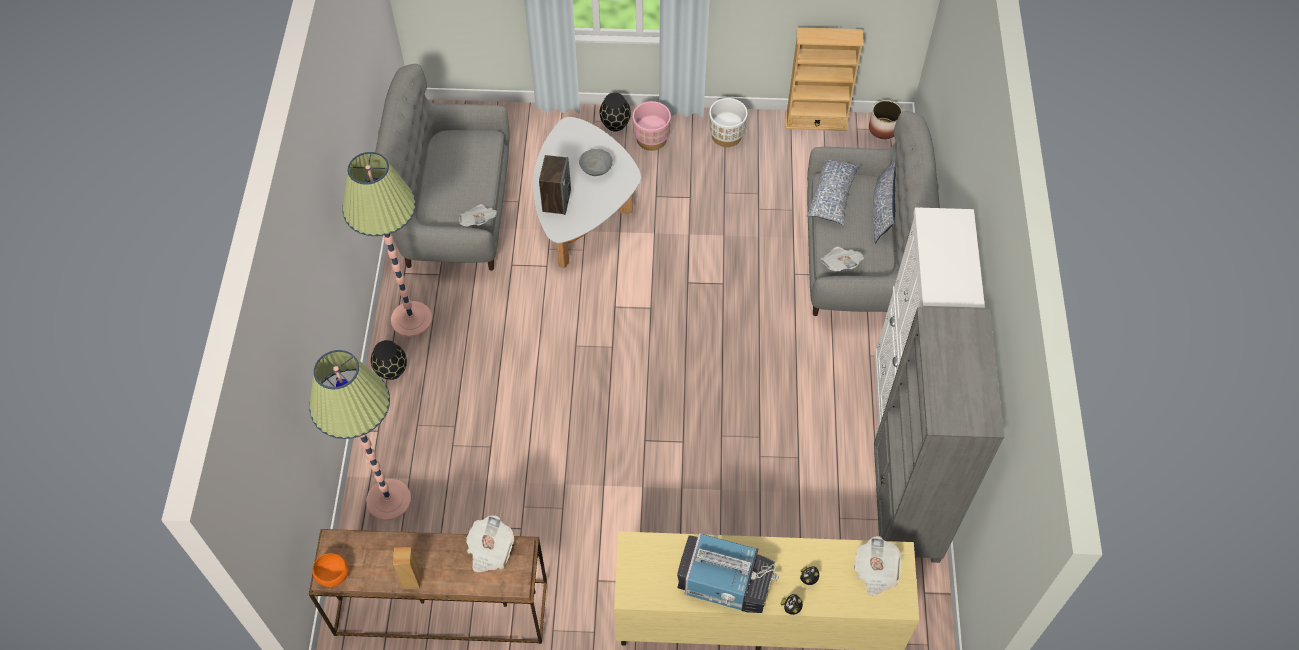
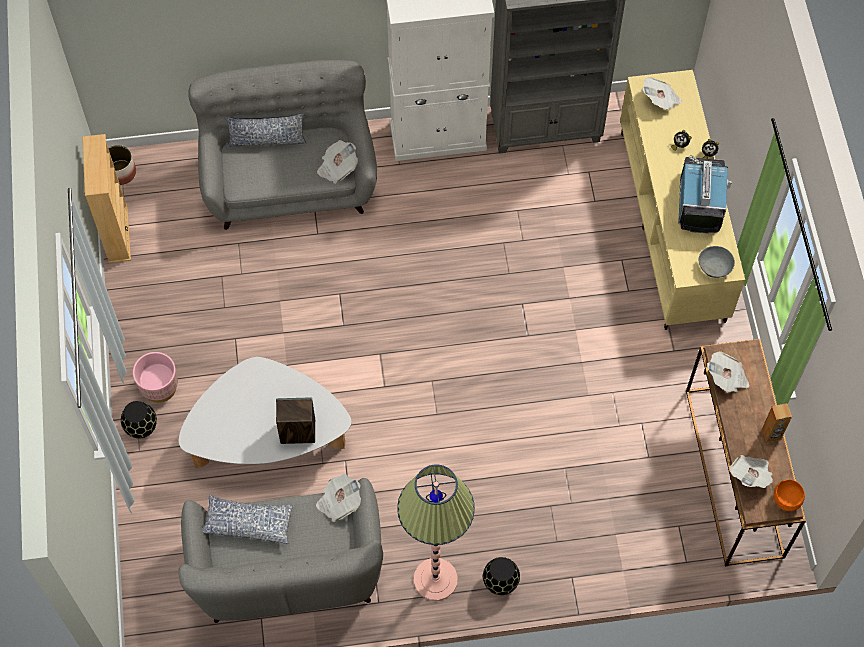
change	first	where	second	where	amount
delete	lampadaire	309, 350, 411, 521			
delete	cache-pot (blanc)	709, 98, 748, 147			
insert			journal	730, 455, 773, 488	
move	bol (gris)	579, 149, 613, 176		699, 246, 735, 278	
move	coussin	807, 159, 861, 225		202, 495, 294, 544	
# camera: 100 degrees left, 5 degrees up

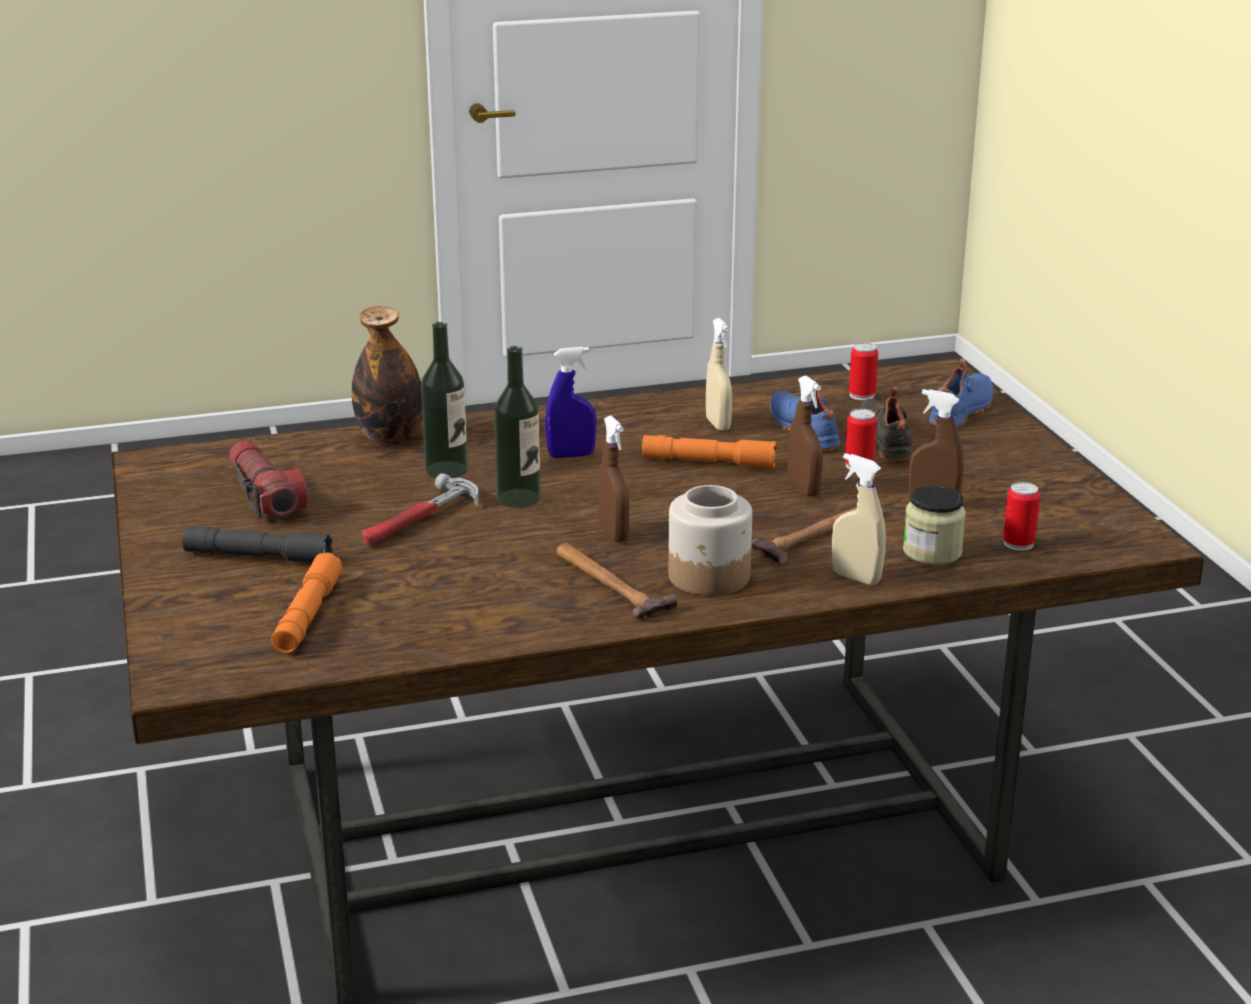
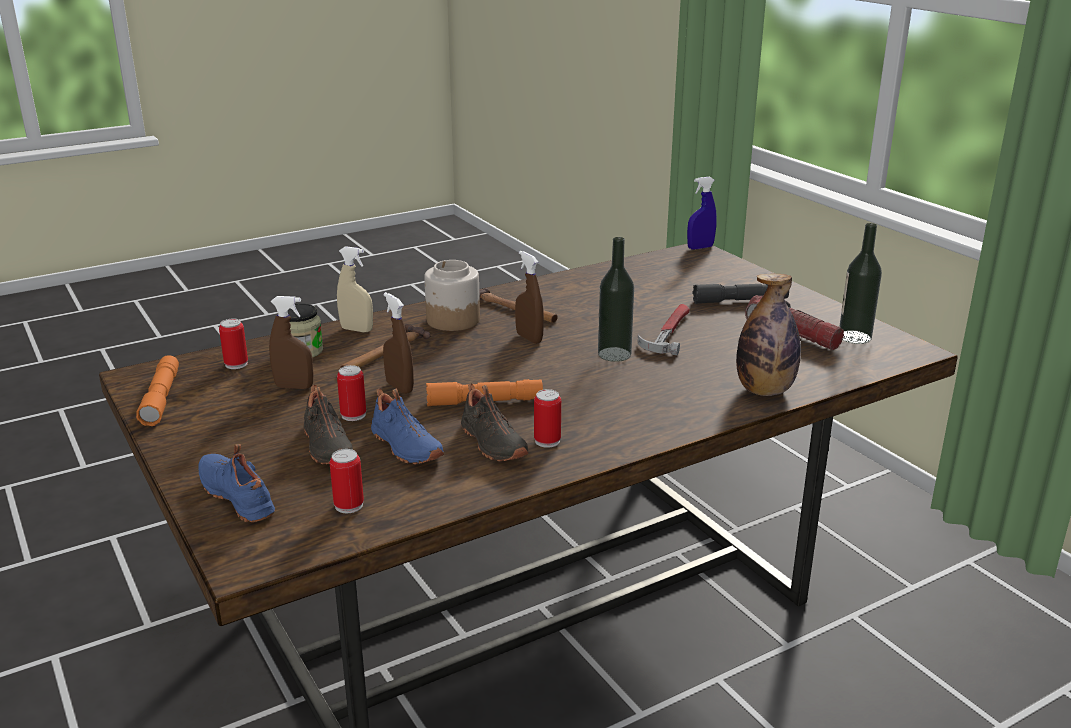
change	first	where	second	where	amount
insert			boîte métallique	534, 389, 561, 448	
move	lampe de poche (orange)	271, 552, 343, 654		136, 355, 179, 426	
move	bouteille	421, 322, 468, 478		839, 223, 882, 344	
move	vaporisateur (bleu)	545, 347, 597, 458		687, 177, 717, 250	
replace	vaporisateur (beige)	706, 318, 732, 431	chaussure (noir)	461, 383, 528, 461	
rotate	chaussure (bleu)	929, 359, 993, 427		198, 444, 275, 522	120 degrees clockwise
# camera: 165 degrees right, 0 degrees up

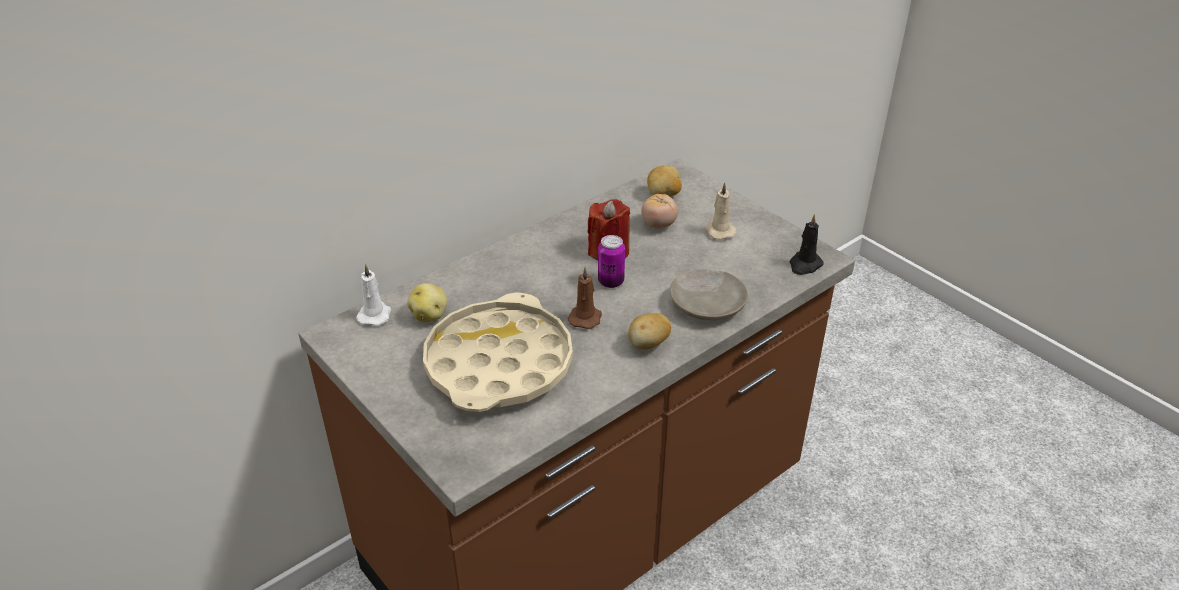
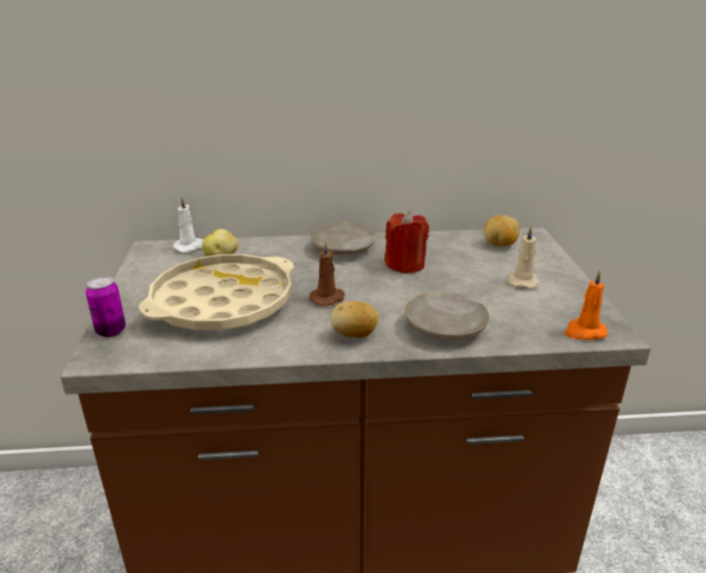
change	first	where	second	where	amount
delete	tomate	641, 194, 678, 229			
insert			assiette (beige)	311, 222, 377, 255	
move	boîte métallique	598, 235, 625, 288		86, 276, 126, 337	
recolor	bougie (noir)	790, 214, 824, 275	bougie (orange)	564, 270, 608, 340	
# camera: 35 degrees right, 10 degrees down

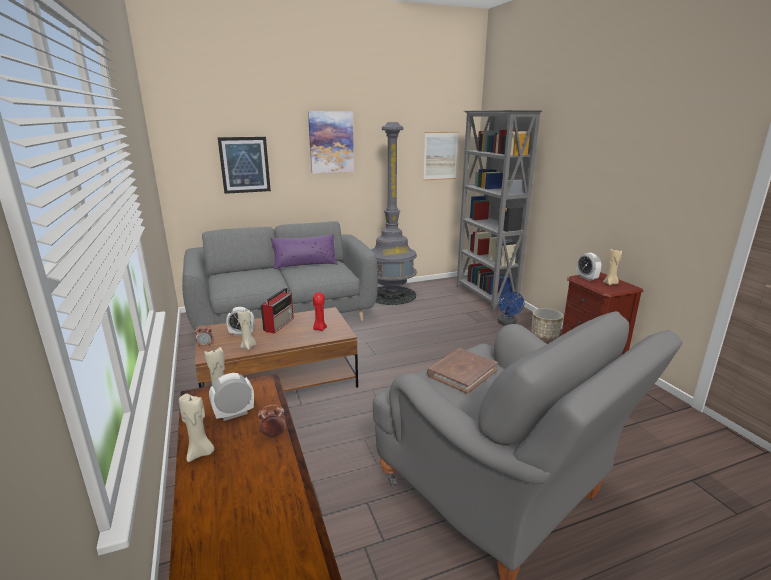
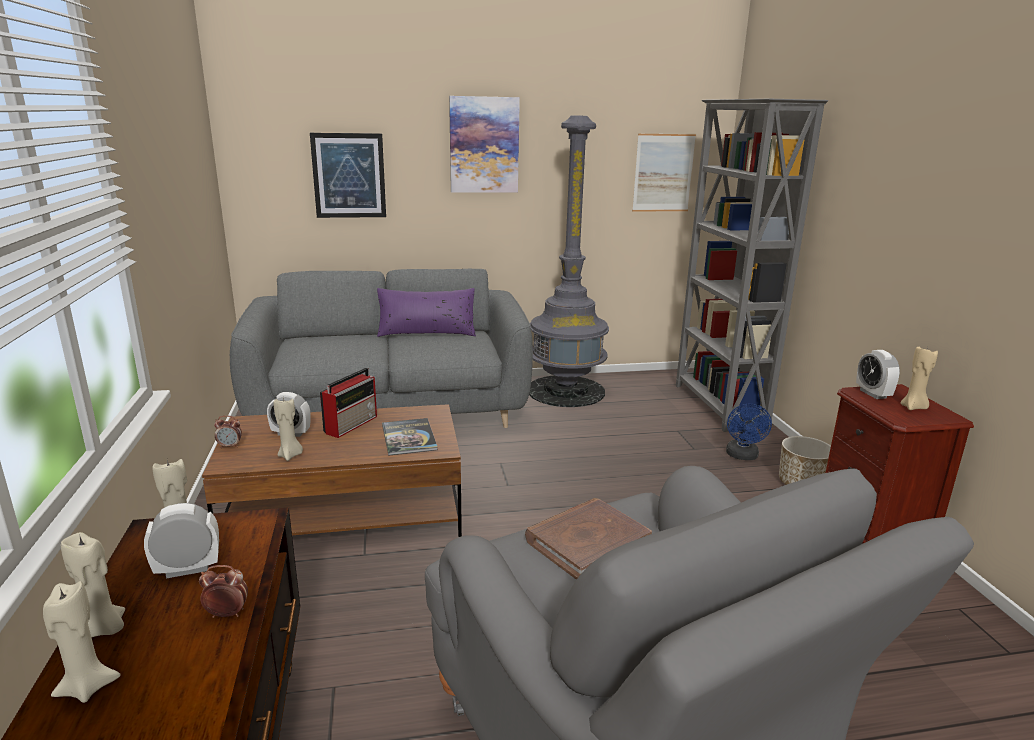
change	first	where	second	where	amount
insert			bougie (beige)	43, 581, 121, 703	
replace	bougie (rouge)	313, 292, 327, 331	livre	382, 418, 438, 456	
# camera: 10 degrees right, 0 degrees up

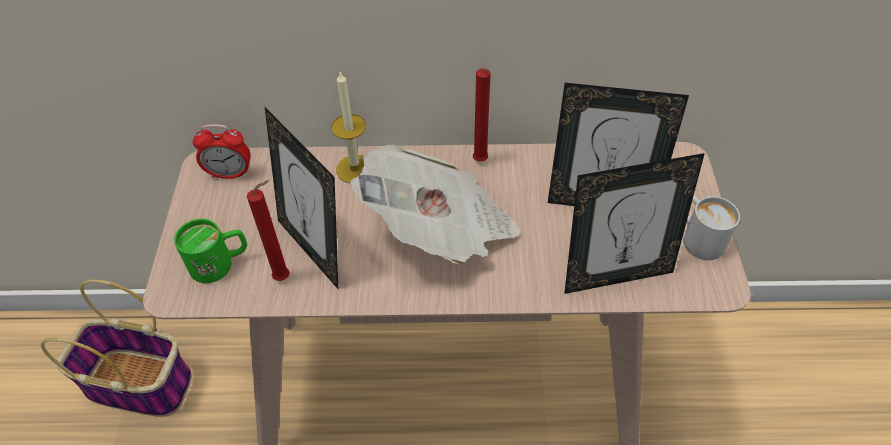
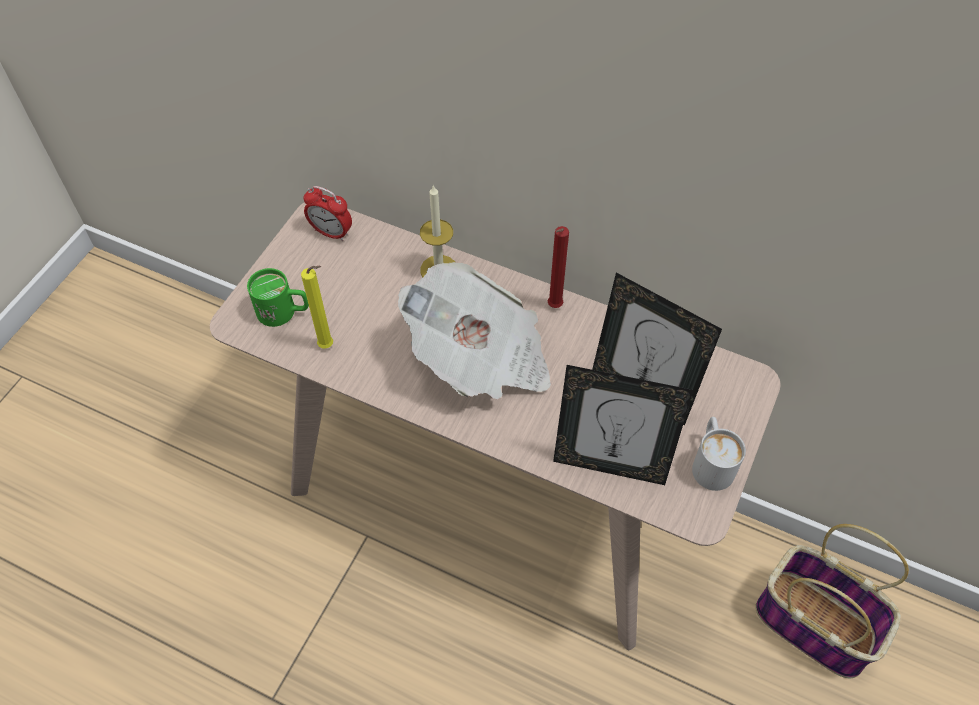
change	first	where	second	where	amount
delete	cadre photo	265, 107, 338, 289			
move	panier	41, 279, 192, 417		755, 524, 909, 679	
recolor	bougie (rouge)	247, 180, 290, 281	bougie (jaune)	301, 266, 333, 348	
# camera: 25 degrees right, 5 degrees up

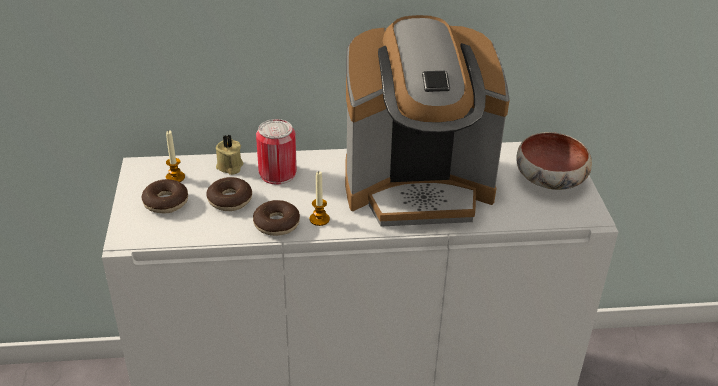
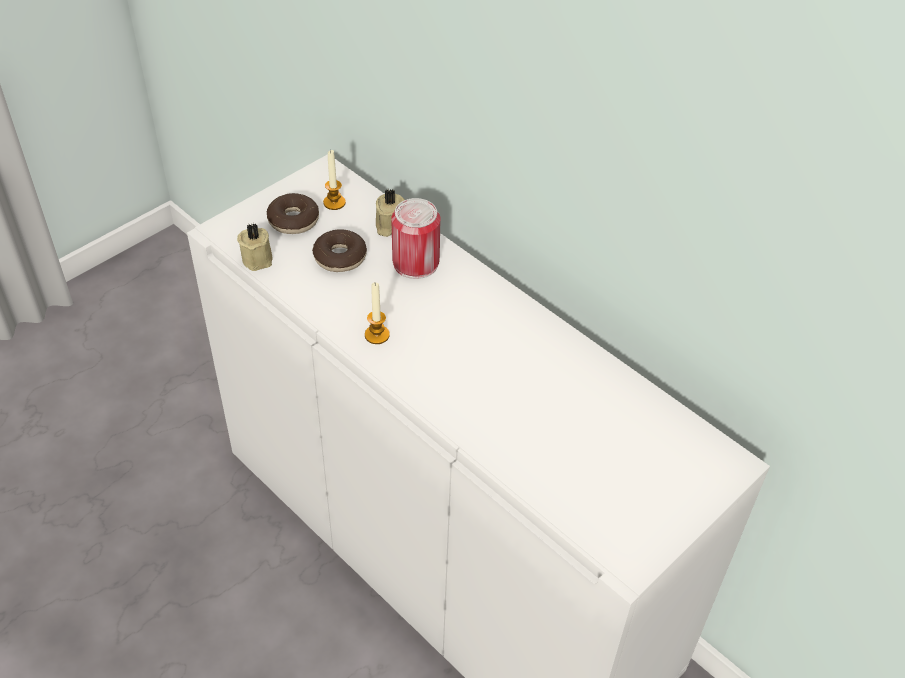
change	first	where	second	where	amount
delete	beignet	253, 200, 300, 236			
delete	machine à café	345, 15, 510, 227			
delete	bol	516, 132, 592, 190			
insert			bougie (beige)	237, 223, 272, 271	
# camera: 50 degrees right, 10 degrees up

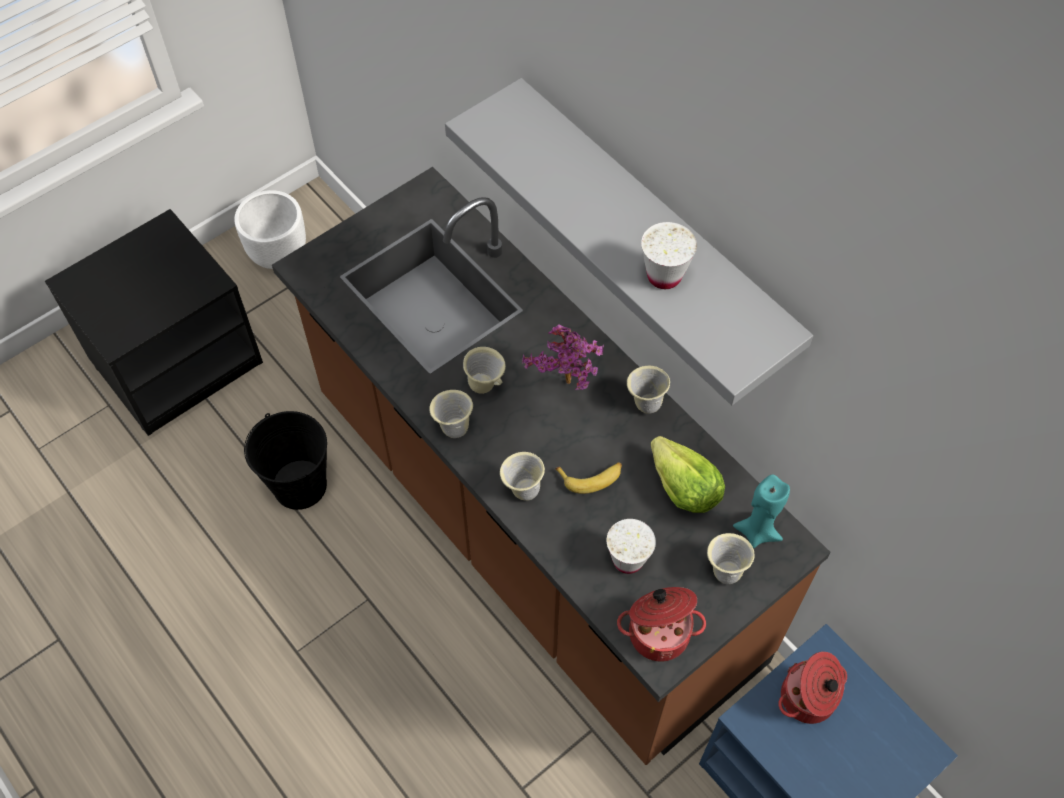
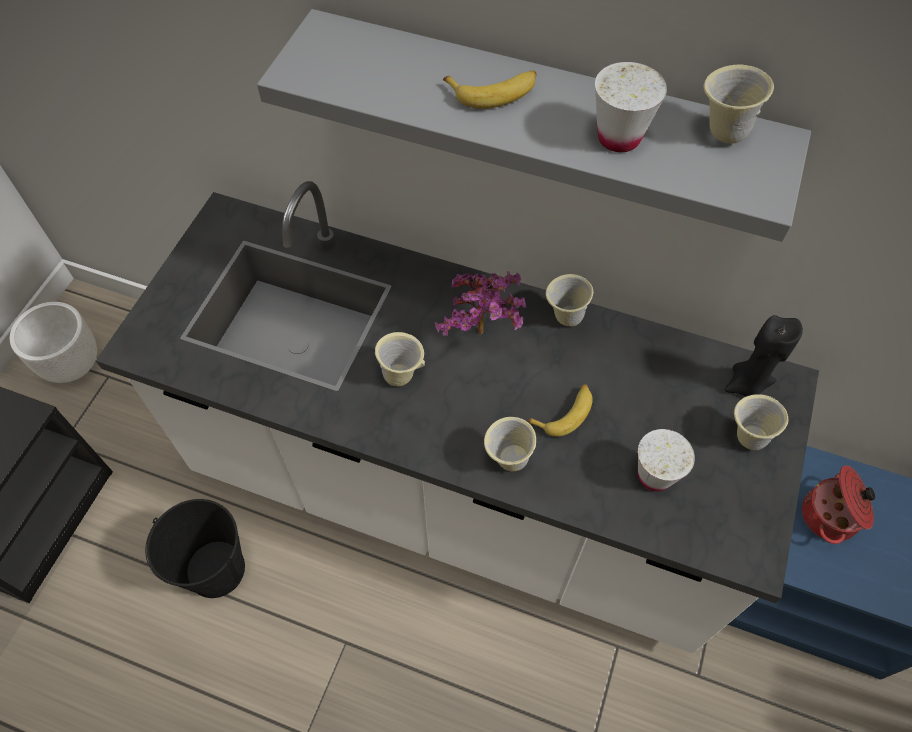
change	first	where	second	where	amount
delete	marmite	617, 587, 706, 662			
delete	laitue	651, 436, 725, 513			
insert			banane	443, 70, 537, 109	
move	mug (beige)	429, 390, 473, 438		703, 65, 774, 144	
recolor	comptoir de cuisine (marron)	272, 167, 831, 765	comptoir de cuisine (blanc)	96, 181, 819, 653	
recolor	bougie (turquoise)	733, 475, 790, 548	bougie (noir)	724, 315, 803, 396	
# camera: 30 degrees left, 0 degrees up

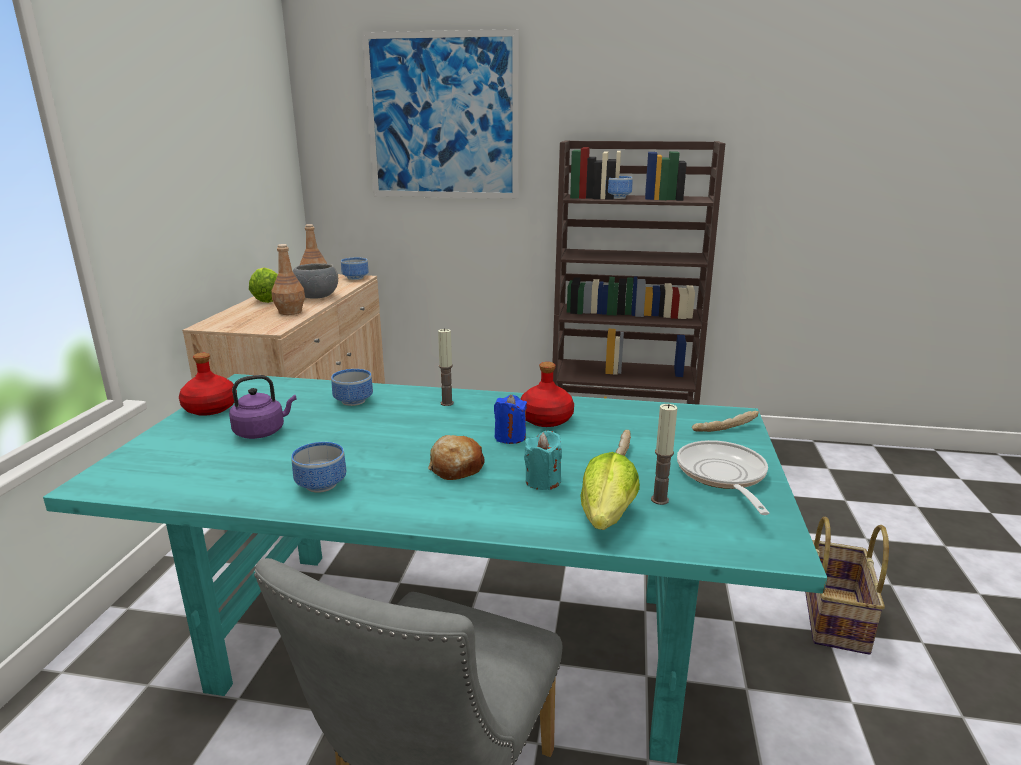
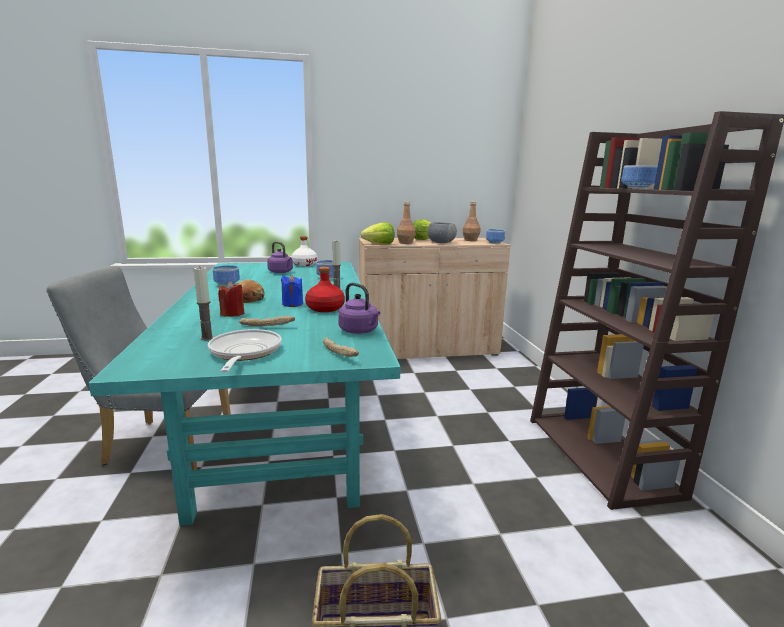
change	first	where	second	where	amount
delete	tableau	362, 29, 519, 199			
insert			bouilloire (violet)	338, 283, 380, 334	
move	laitue	580, 452, 640, 530		361, 222, 394, 245	
recolor	bouteille (rouge)	179, 353, 237, 416	bouteille (blanc)	291, 236, 318, 266	
recolor	bougie (turquoise)	524, 431, 562, 490	bougie (rouge)	218, 281, 244, 317	
rotate	poêle	677, 440, 769, 515		208, 329, 282, 373	75 degrees counterclockwise
# camera: 70 degrees right, 5 degrees down

